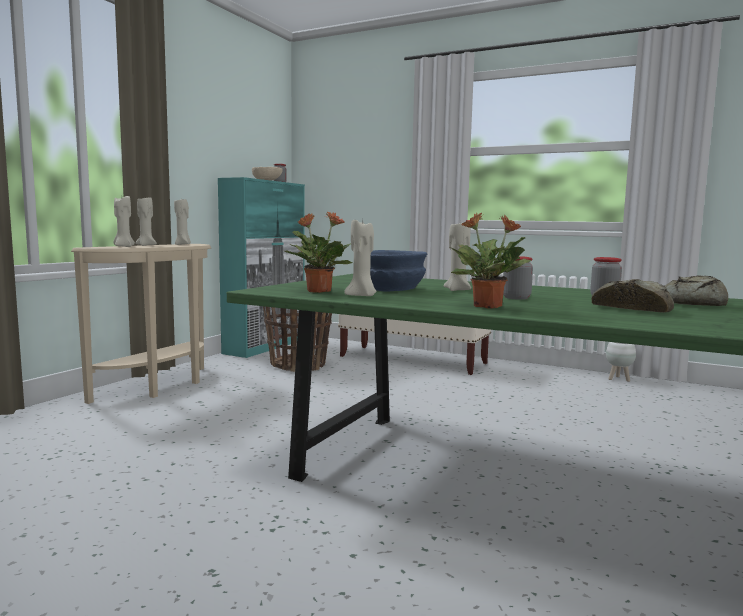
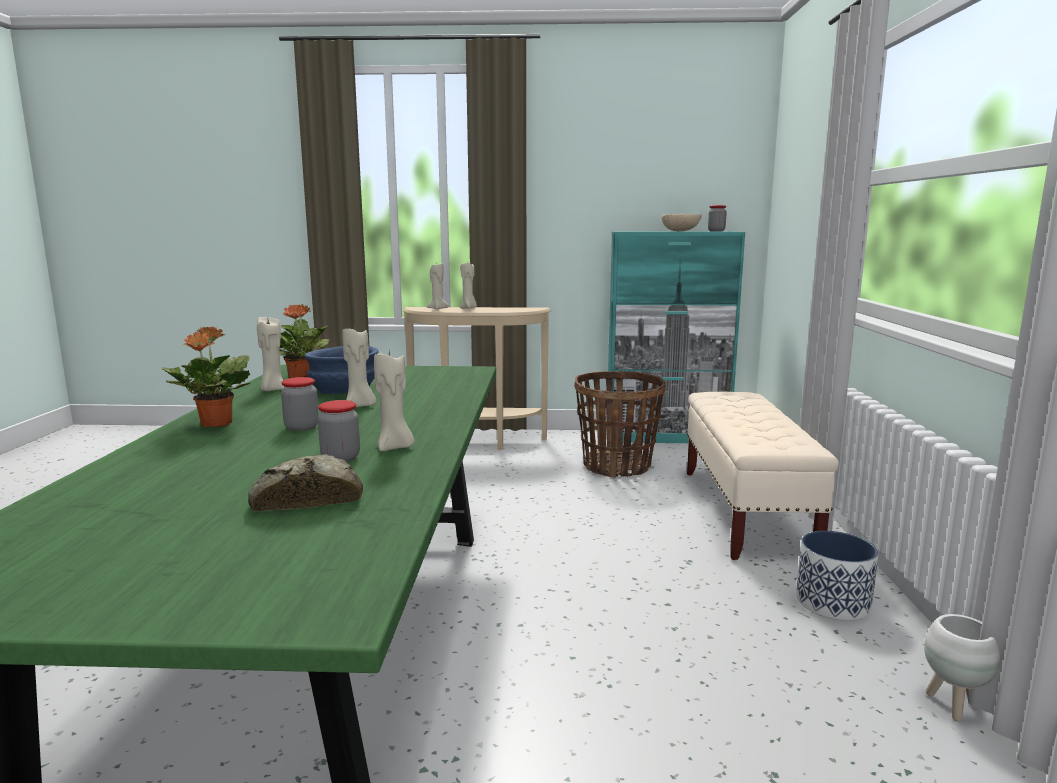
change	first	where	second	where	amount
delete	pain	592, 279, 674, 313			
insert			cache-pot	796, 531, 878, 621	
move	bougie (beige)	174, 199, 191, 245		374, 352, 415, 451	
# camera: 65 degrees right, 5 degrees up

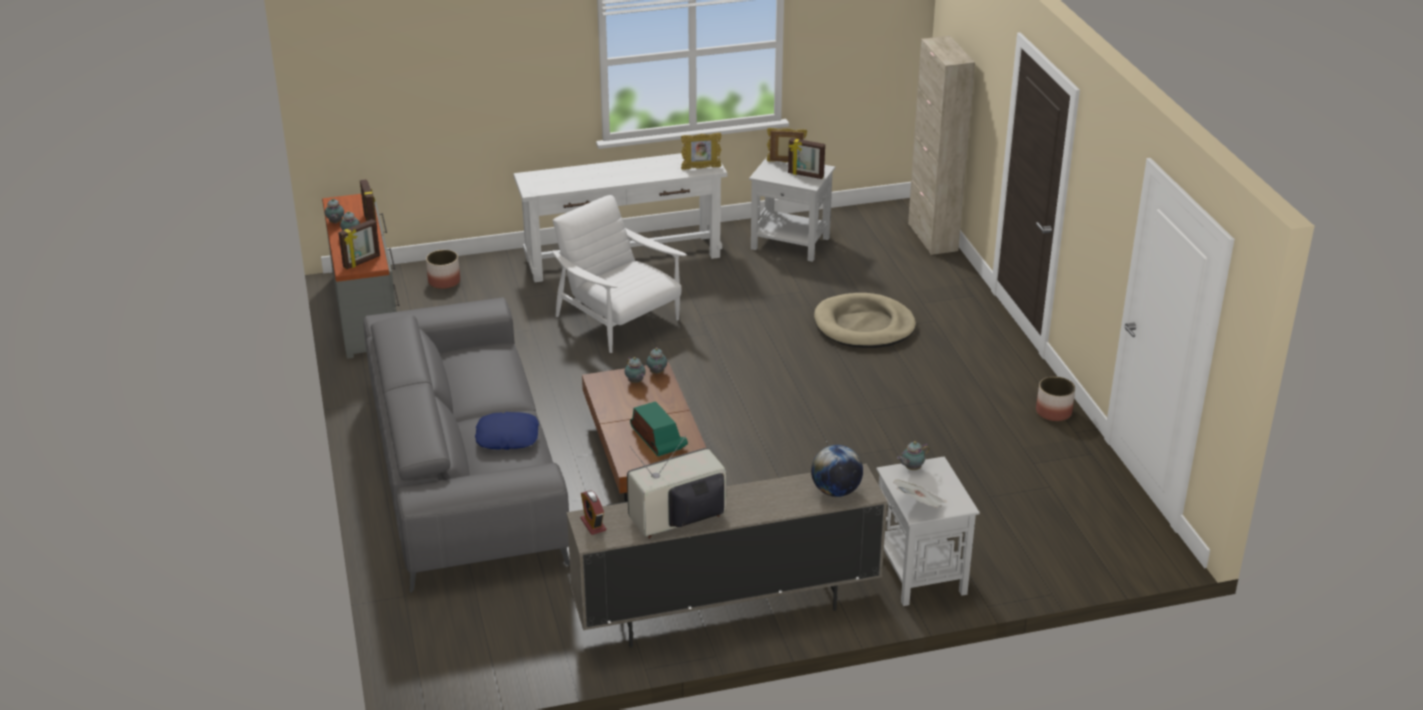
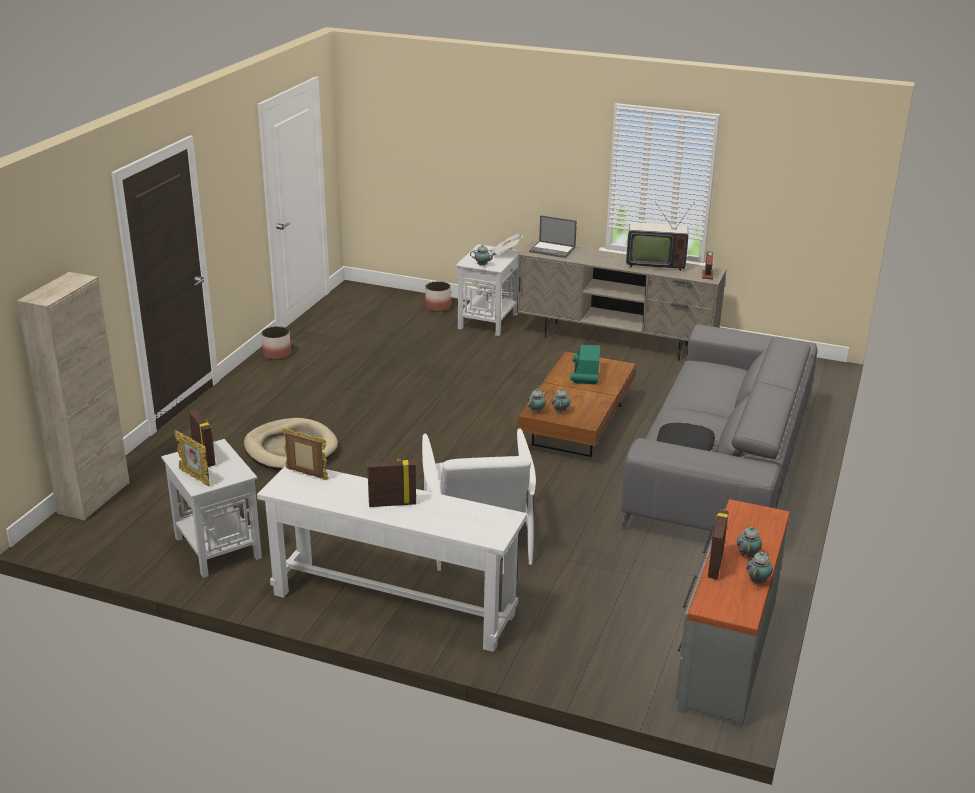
change	first	where	second	where	amount
delete	coussin (bleu)	475, 412, 539, 450			
insert			coussin (noir)	657, 423, 715, 451	
move	cadre photo	338, 219, 380, 269		367, 459, 416, 507	
move	cache-pot	426, 250, 460, 289		425, 281, 451, 312	
replace	globe	811, 445, 863, 497	ordinateur portable	529, 215, 577, 258	
# camera: 145 degrees left, 5 degrees down

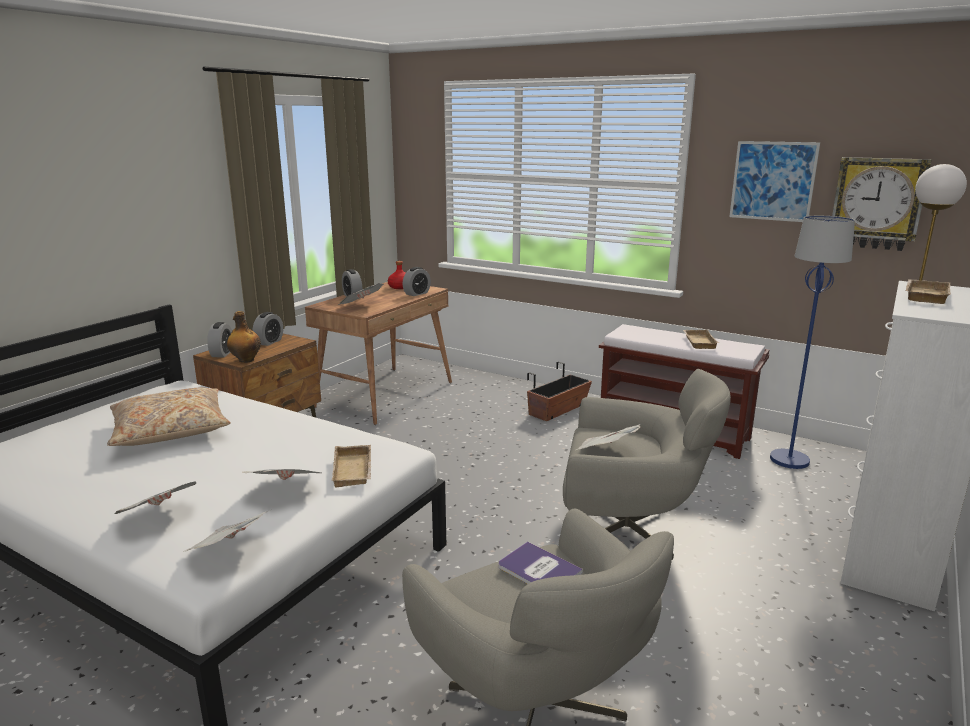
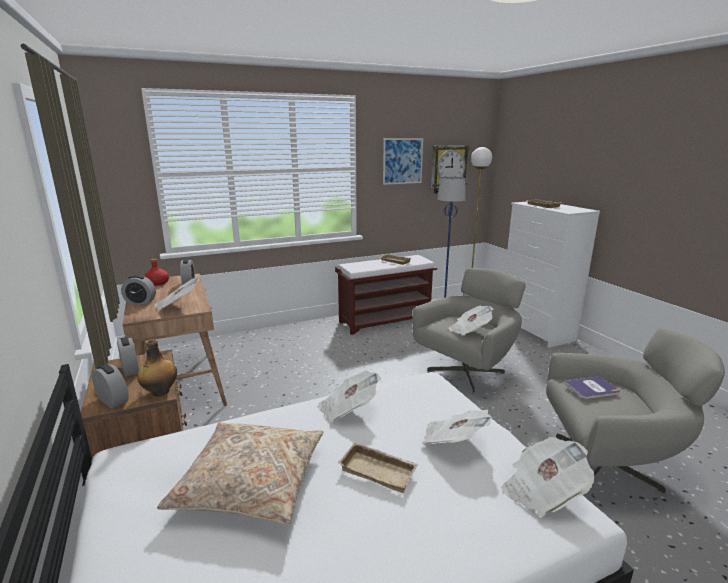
change	first	where	second	where	amount
delete	cache-pot	527, 362, 592, 421			
move	journal	115, 481, 197, 514		318, 370, 381, 421	
move	plateau (beige)	332, 445, 371, 488		338, 442, 418, 493	
# camera: 55 degrees left, 0 degrees up

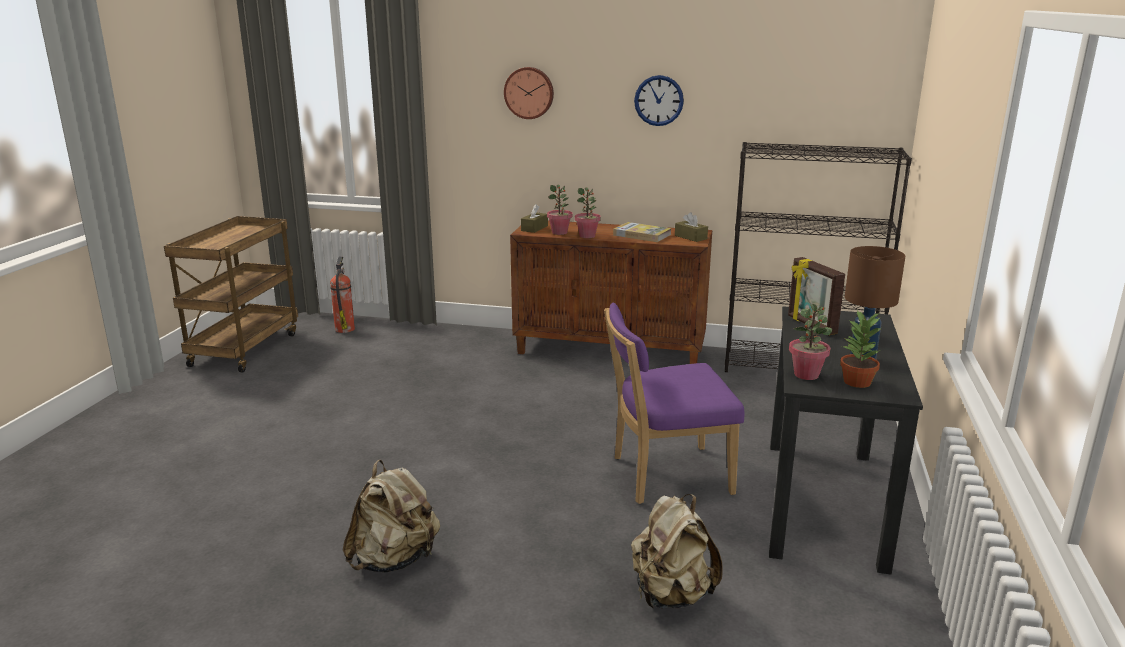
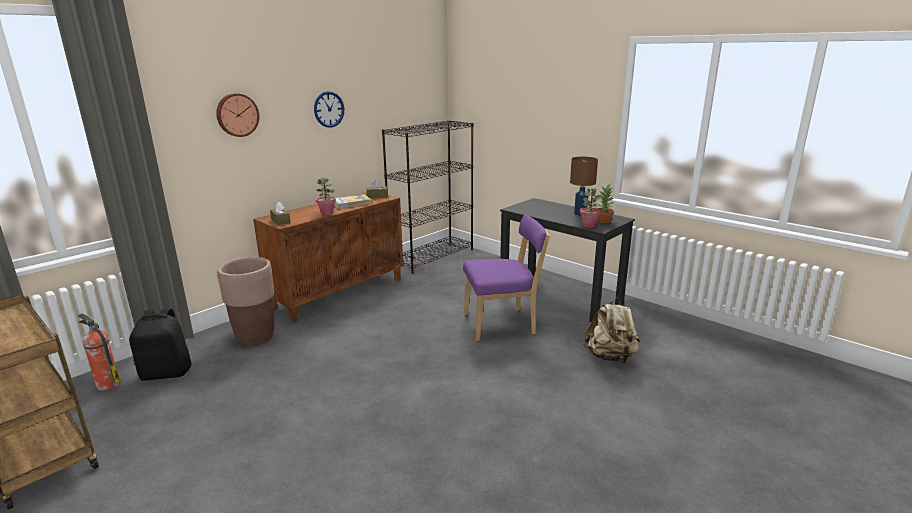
change	first	where	second	where	amount
delete	sac à dos (beige)	343, 460, 440, 573			
delete	plante en pot	547, 185, 573, 235			
delete	cadre photo	788, 257, 845, 335			
insert			sac à dos (noir)	129, 308, 192, 381	
insert			cache-pot (marron)	217, 257, 274, 346	
rotate	chaise (violet)	604, 302, 744, 504		463, 214, 550, 341	120 degrees counterclockwise
# camera: 60 degrees left, 0 degrees up

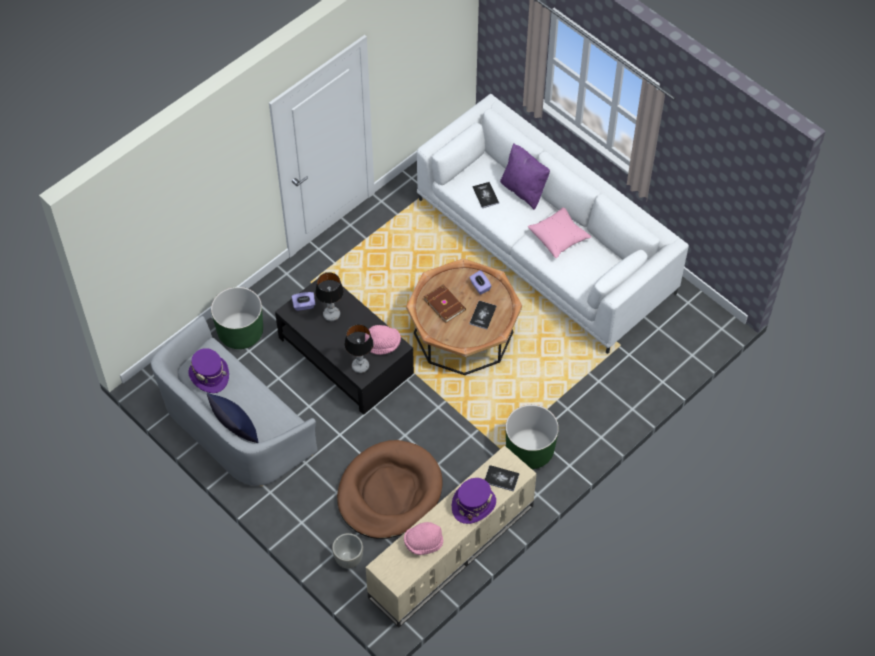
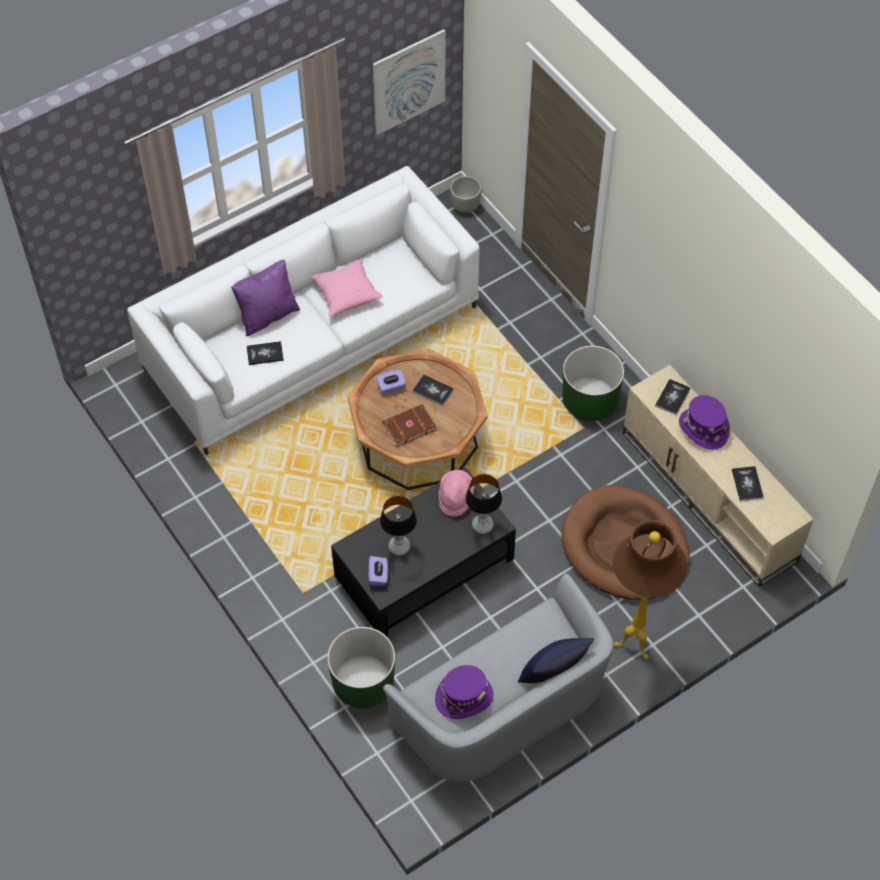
change	first	where	second	where	amount
insert			tableau	373, 29, 446, 135	
insert			lampadaire (marron)	613, 520, 687, 659	
move	cache-pot (gris)	332, 533, 363, 568		450, 176, 482, 213	
replace	chapeau (rose)	404, 522, 443, 555	livre	732, 466, 764, 501	
# camera: 80 degrees left, 0 degrees up

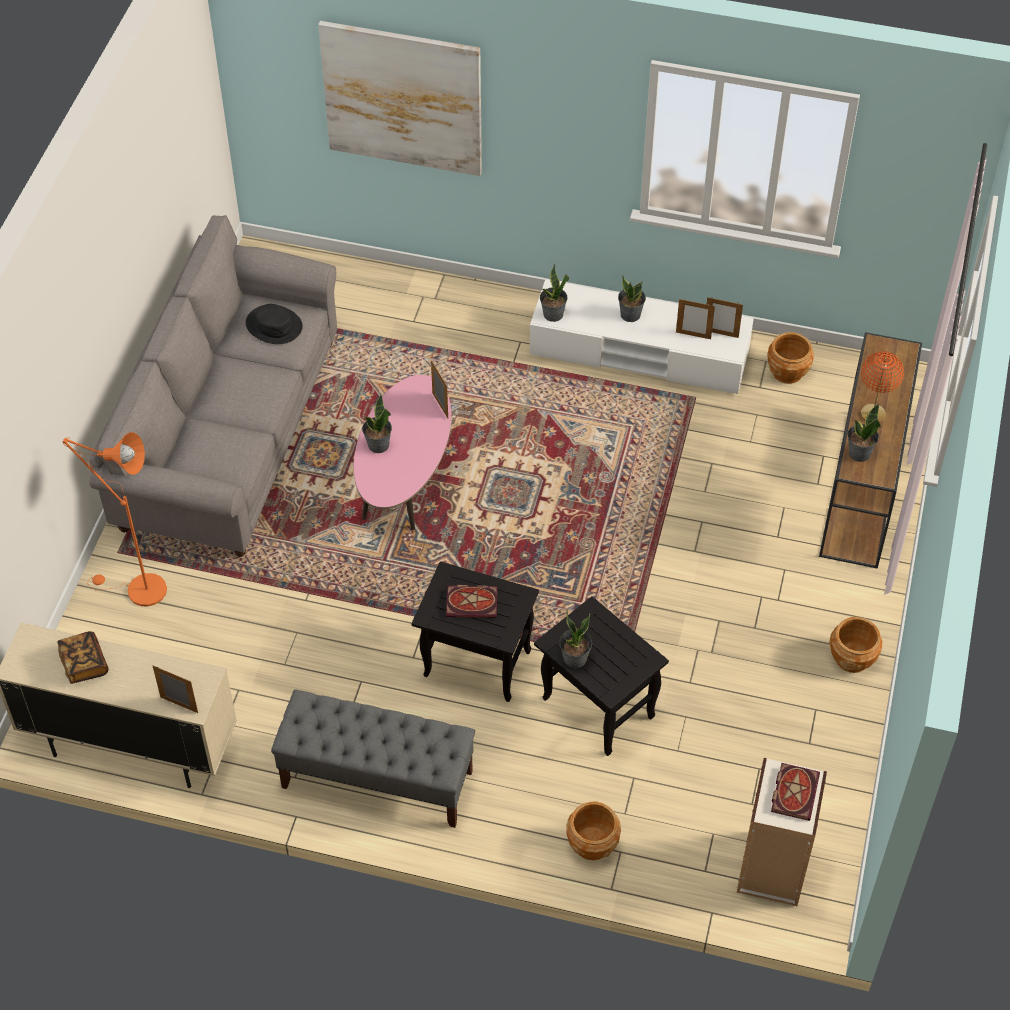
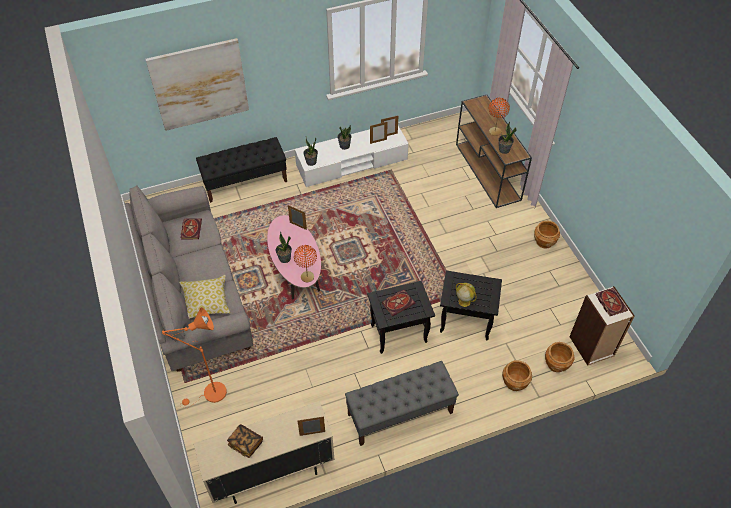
change	first	where	second	where	amount
insert			coussin	179, 275, 230, 319	
insert			banc (noir)	196, 137, 287, 203	
insert			lampe de table (orange)	294, 245, 317, 282	
move	cache-pot (marron)	767, 332, 814, 384		545, 342, 575, 372	
replace	chapeau (noir)	246, 304, 303, 344	livre	181, 219, 202, 240	
replace	plante en pot	560, 610, 592, 668	globe	456, 283, 477, 307	
# camera: 35 degrees left, 0 degrees up

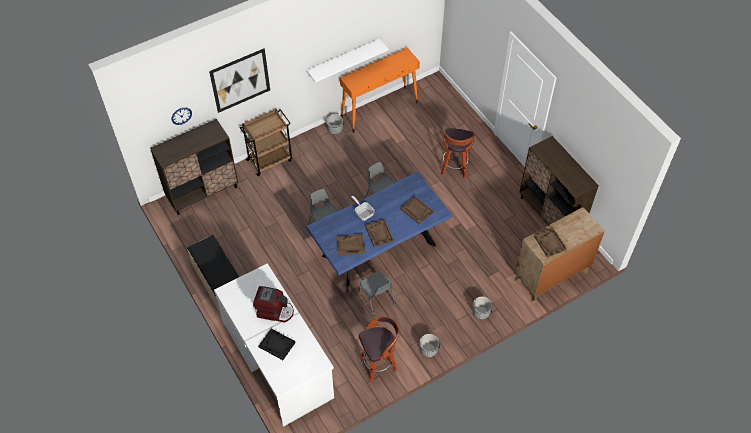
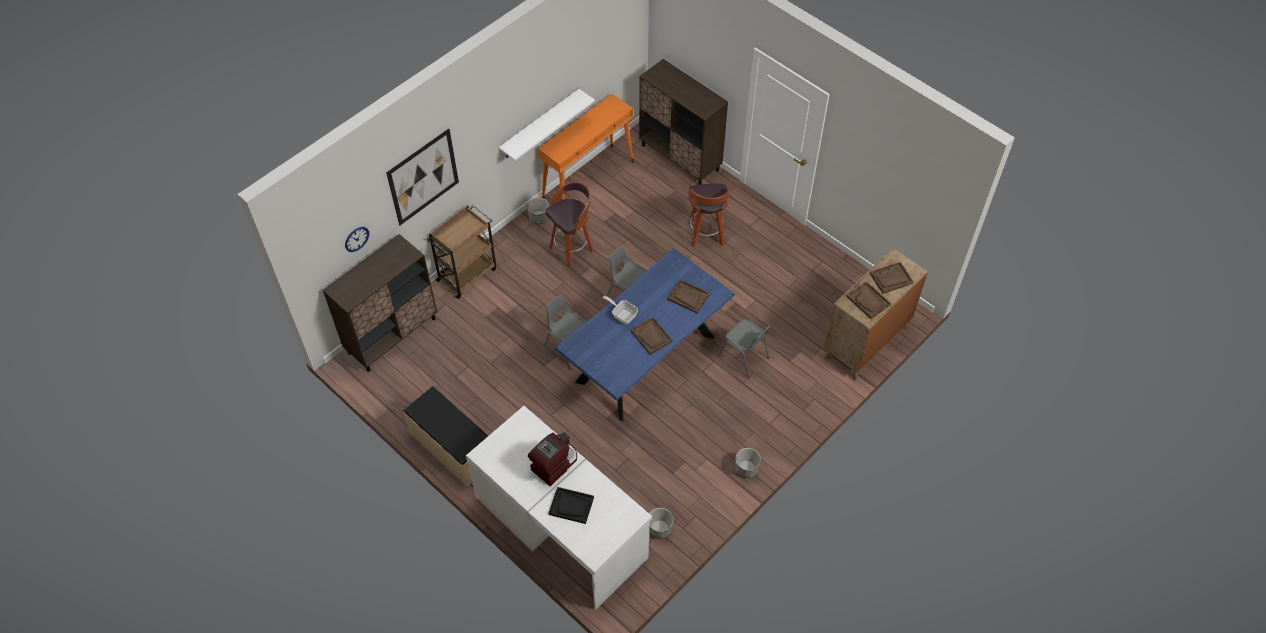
change	first	where	second	where	amount
move	plateau (marron)	336, 234, 365, 256		870, 262, 914, 294	
move	chaise (gris)	356, 272, 395, 318		718, 319, 770, 378	
move	tabouret	359, 316, 399, 382		546, 182, 593, 267	
move	cache-pot	472, 296, 492, 320		649, 508, 674, 539	
move	meuble de rangement (marron)	520, 136, 599, 225		639, 59, 728, 185	
rotate	machine à café	253, 286, 294, 323		528, 432, 577, 486	45 degrees counterclockwise
# camera: 15 degrees left, 0 degrees up

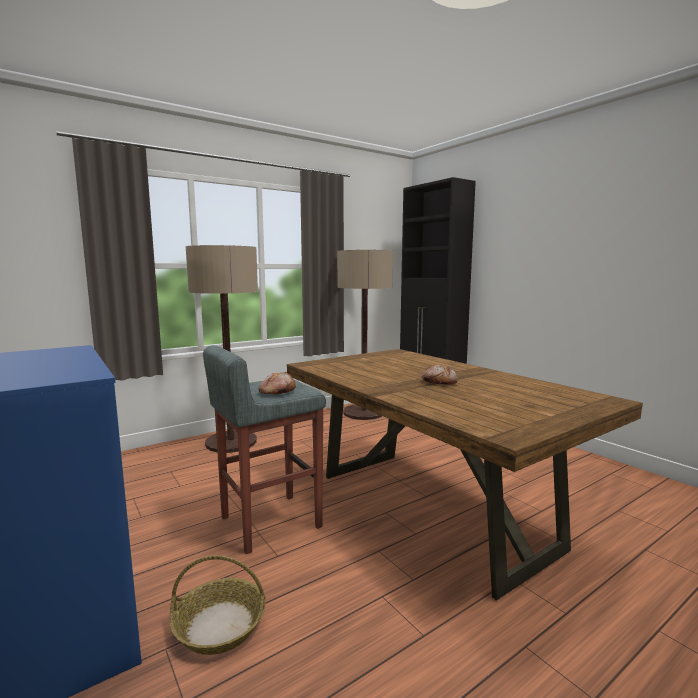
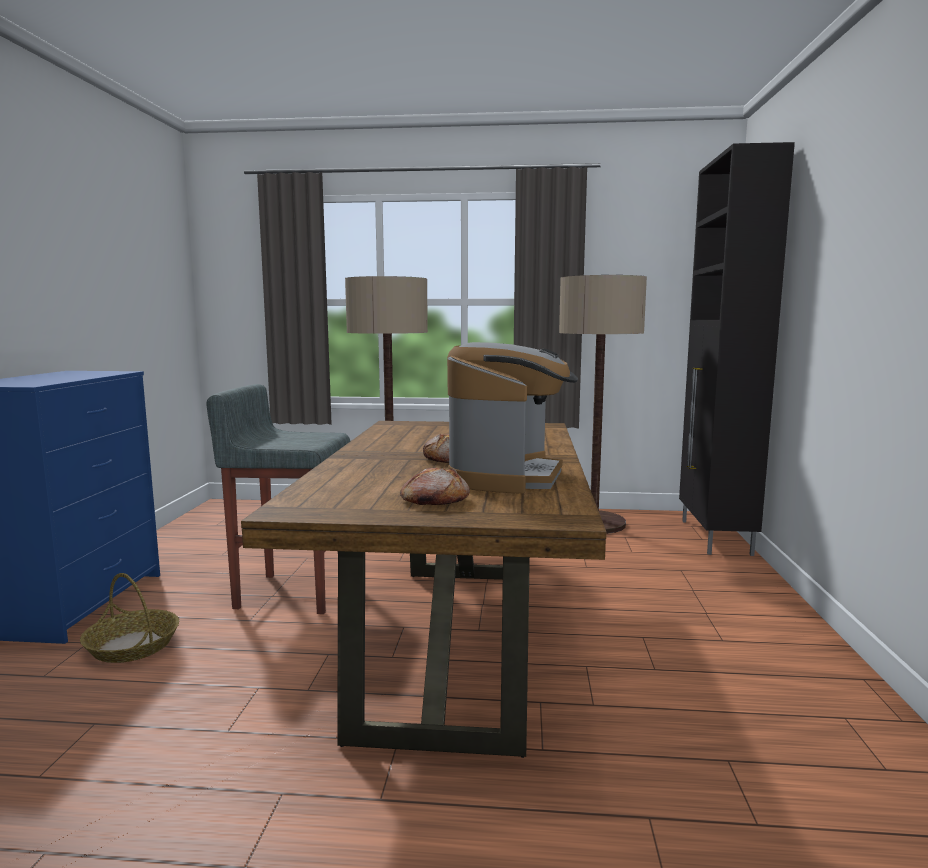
change	first	where	second	where	amount
insert			machine à café	447, 342, 578, 494	
move	pain	259, 372, 296, 394		400, 468, 470, 505	
# camera: 40 degrees right, 0 degrees up

